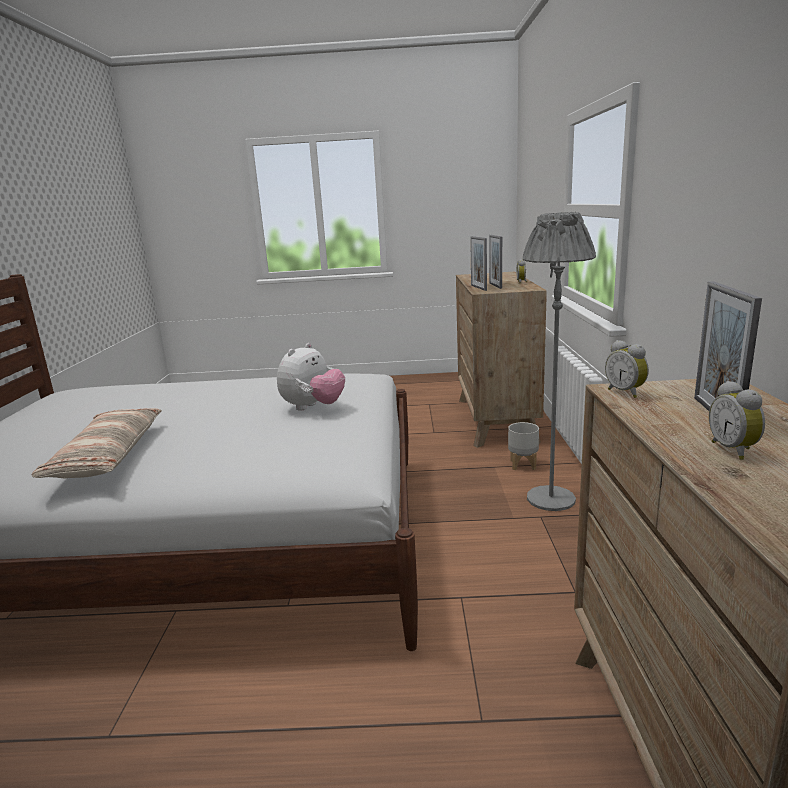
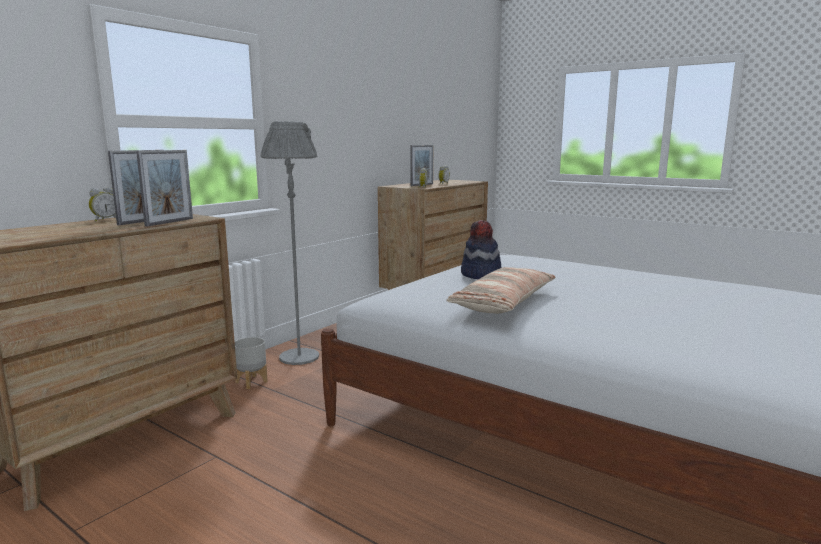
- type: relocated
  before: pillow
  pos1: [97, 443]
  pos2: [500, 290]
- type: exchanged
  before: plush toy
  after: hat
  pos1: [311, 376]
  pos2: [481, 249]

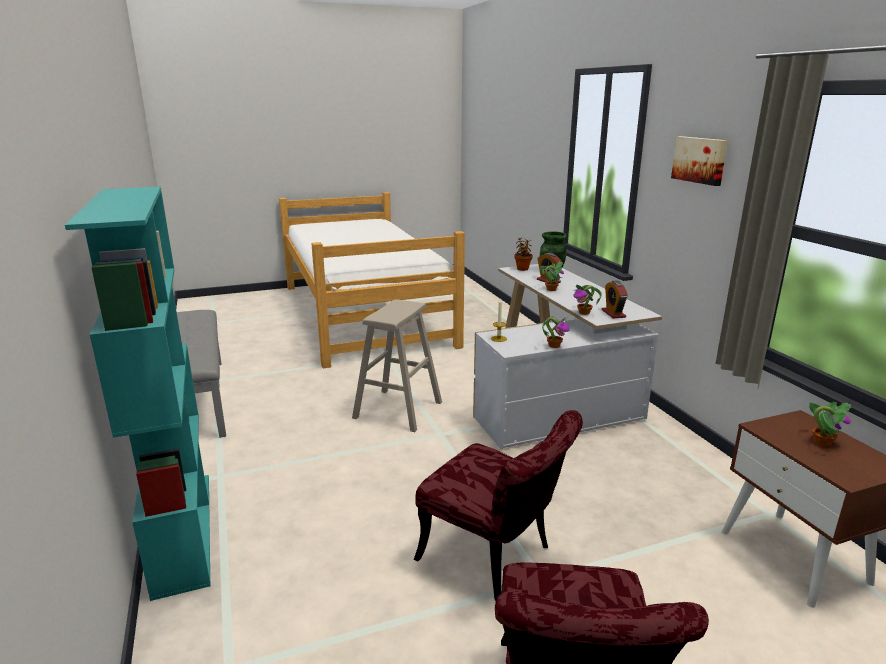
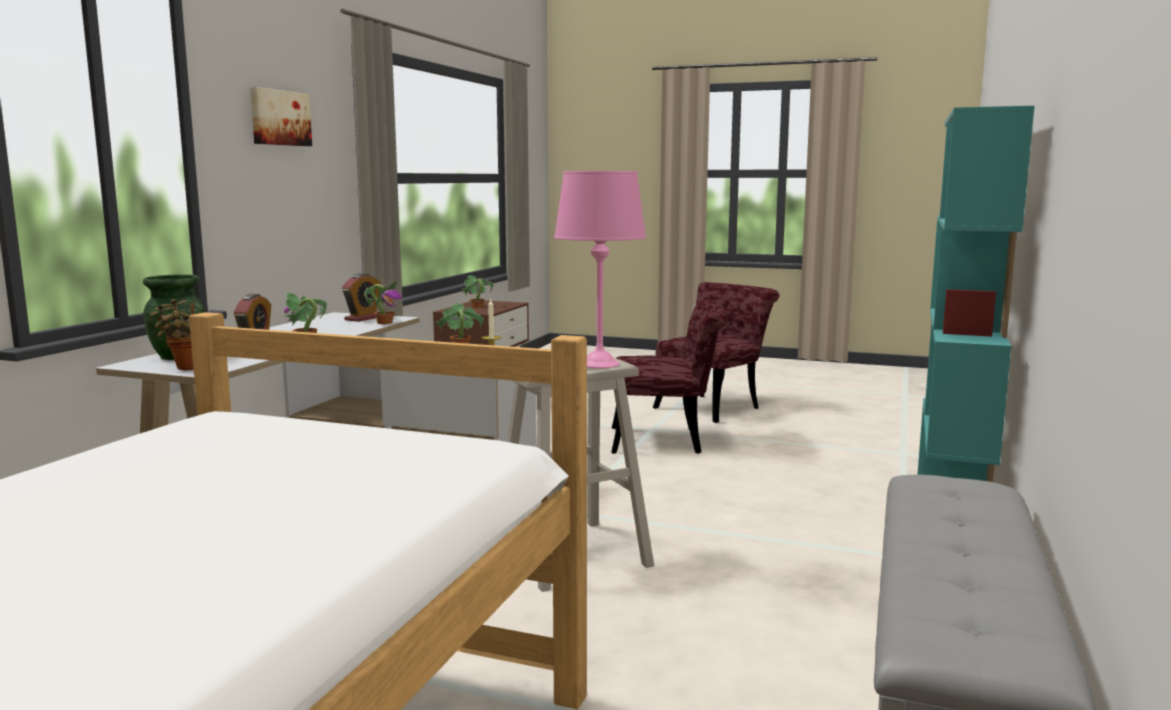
- type: appeared
  after: pink table lamp
  pos2: [600, 269]
- type: spun
  before: red chair
  pos1: [498, 505]
  pos2: [669, 376]
  turn: 105

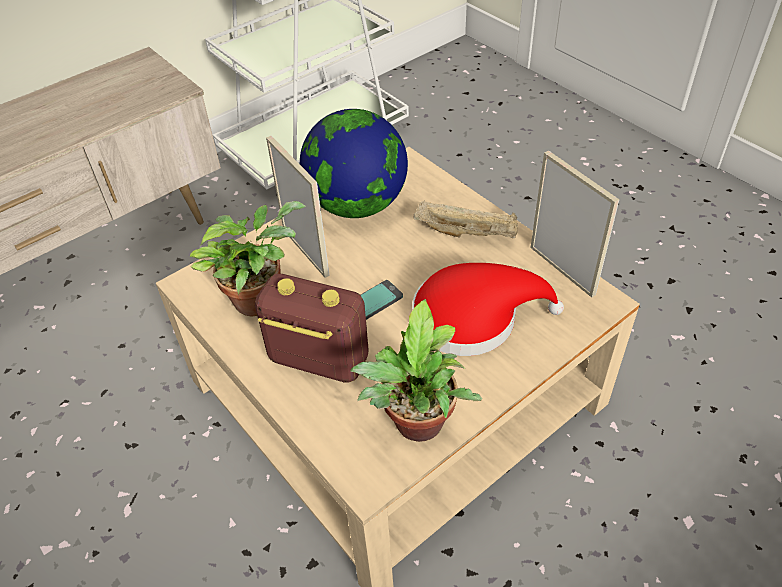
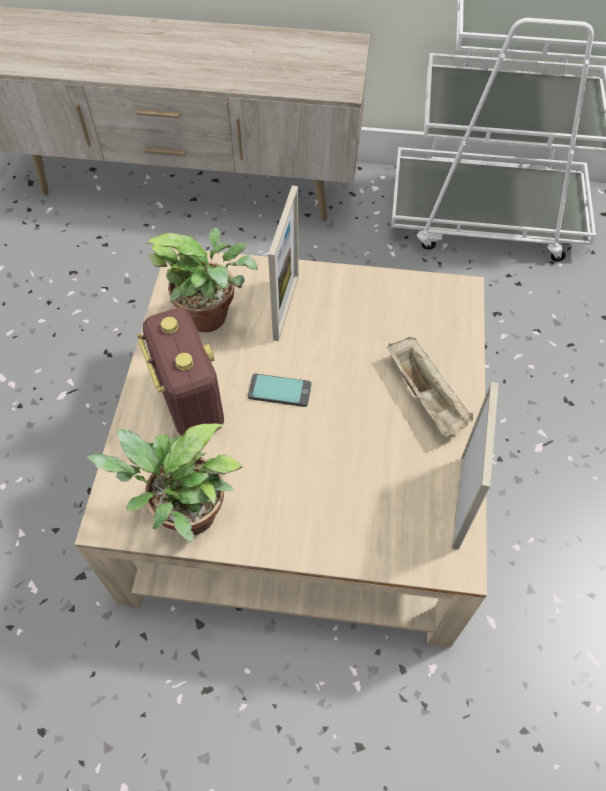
- type: missing
  before: globe
  pos1: [354, 163]
- type: missing
  before: red hat
  pos1: [488, 309]

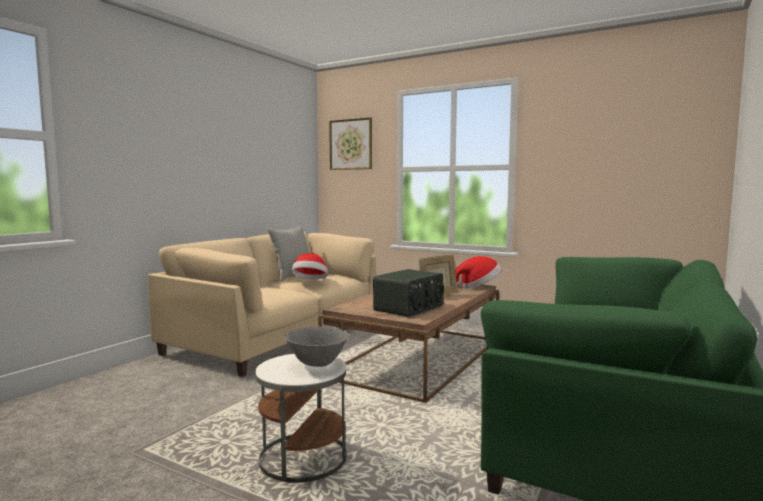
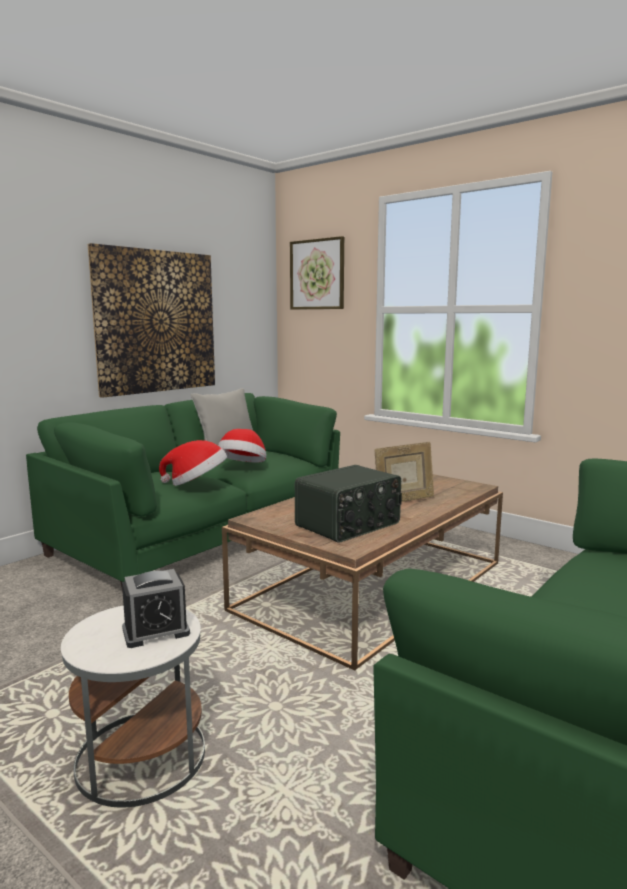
- type: colour
  before: beige sofa
  after: green sofa
  pos1: [262, 304]
  pos2: [183, 492]
- type: appeared
  after: picture
  pos2: [151, 320]
- type: exchanged
  before: grey bowl
  after: alarm clock
  pos1: [316, 346]
  pos2: [156, 608]
- type: relocated
  before: hat
  pos1: [478, 272]
  pos2: [193, 463]

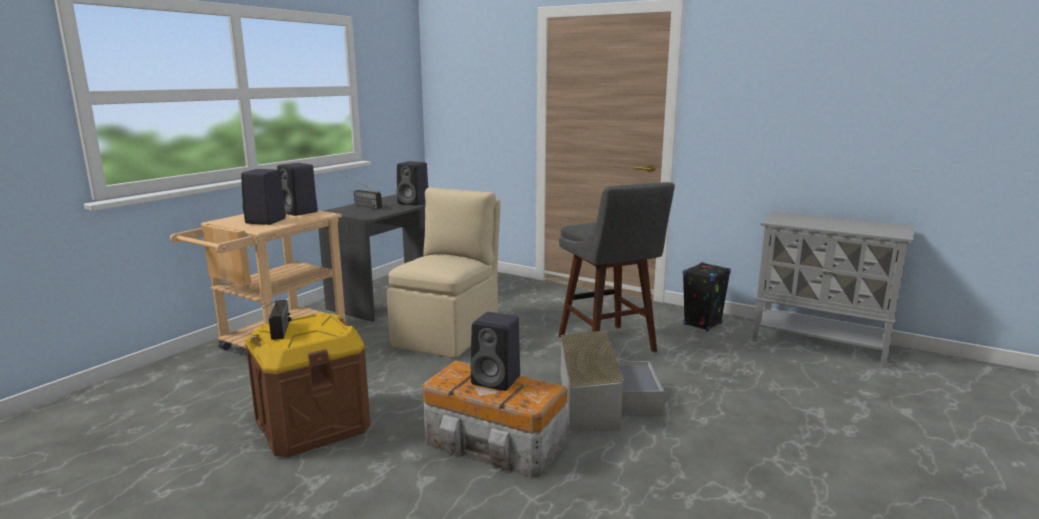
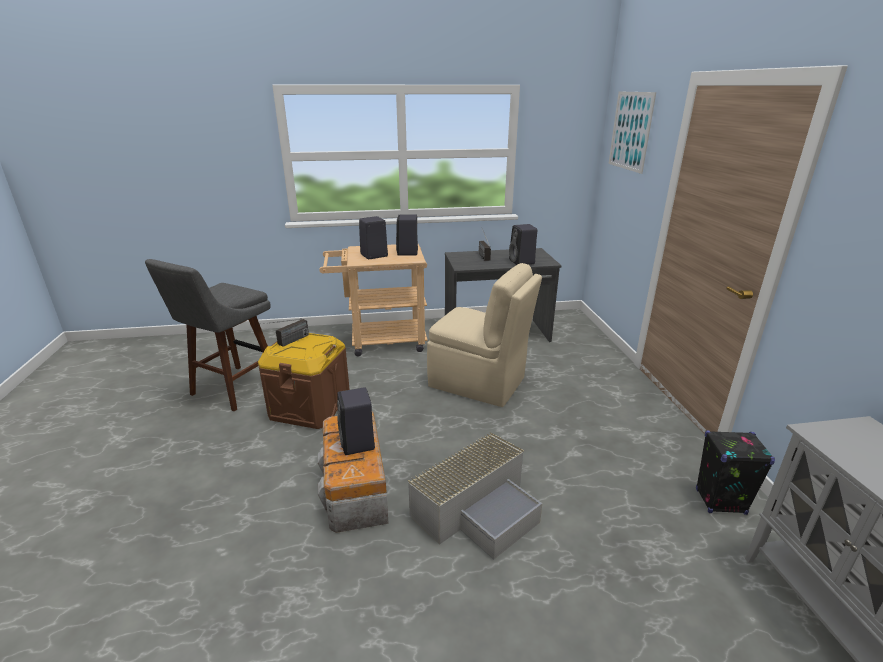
- type: relocated
  before: grey stool
  pos1: [616, 267]
  pos2: [208, 335]
- type: spun
  before: beige chair
  pos1: [444, 273]
  pos2: [484, 335]
  turn: 45
- type: appeared
  after: picture
  pos2: [632, 132]

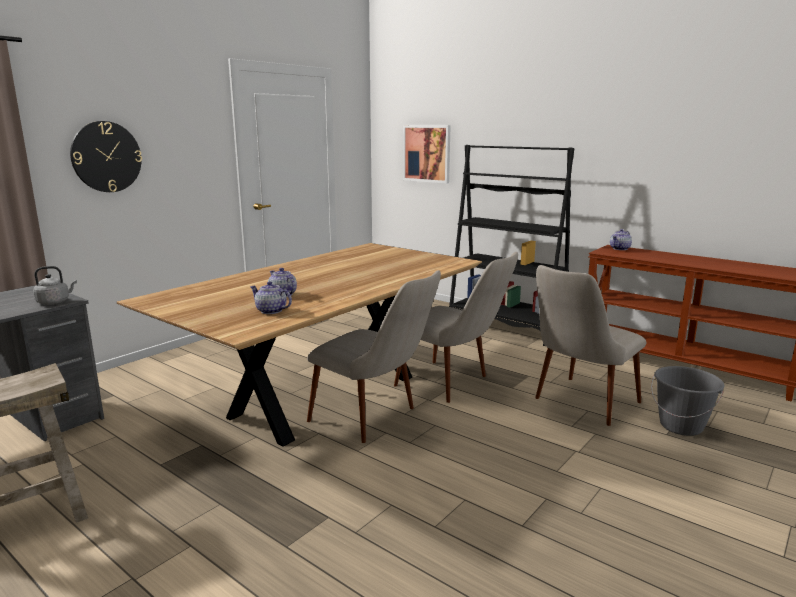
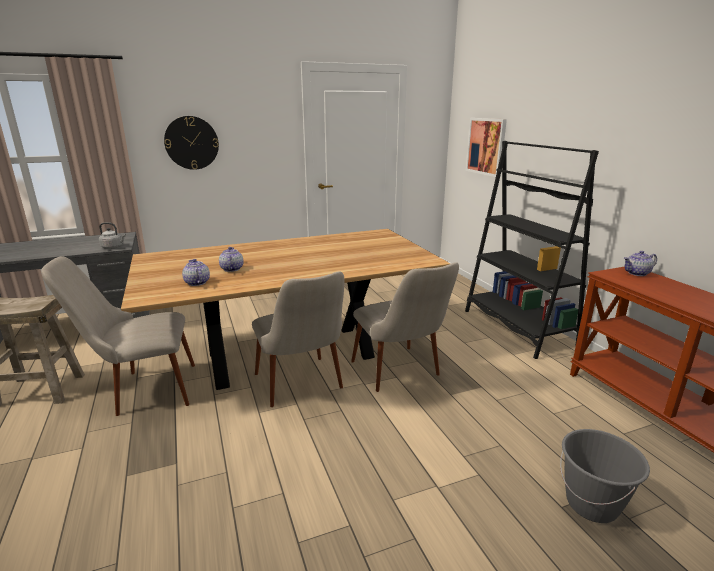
- type: relocated
  before: beige chair
  pos1: [590, 345]
  pos2: [118, 336]

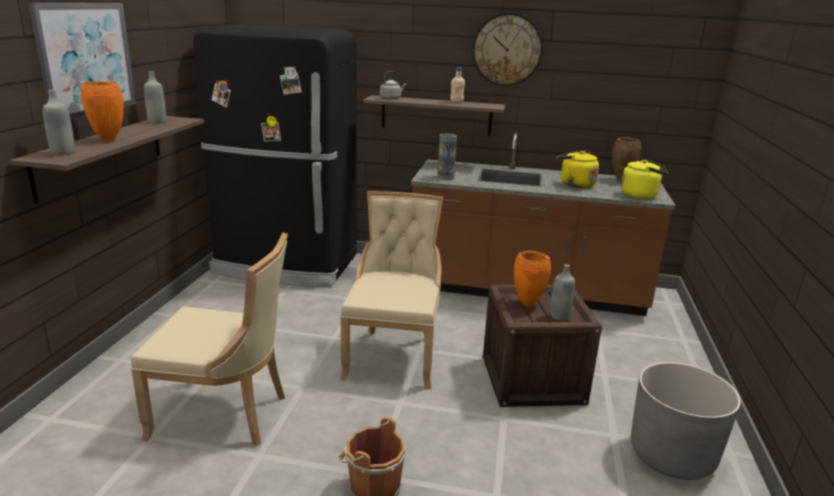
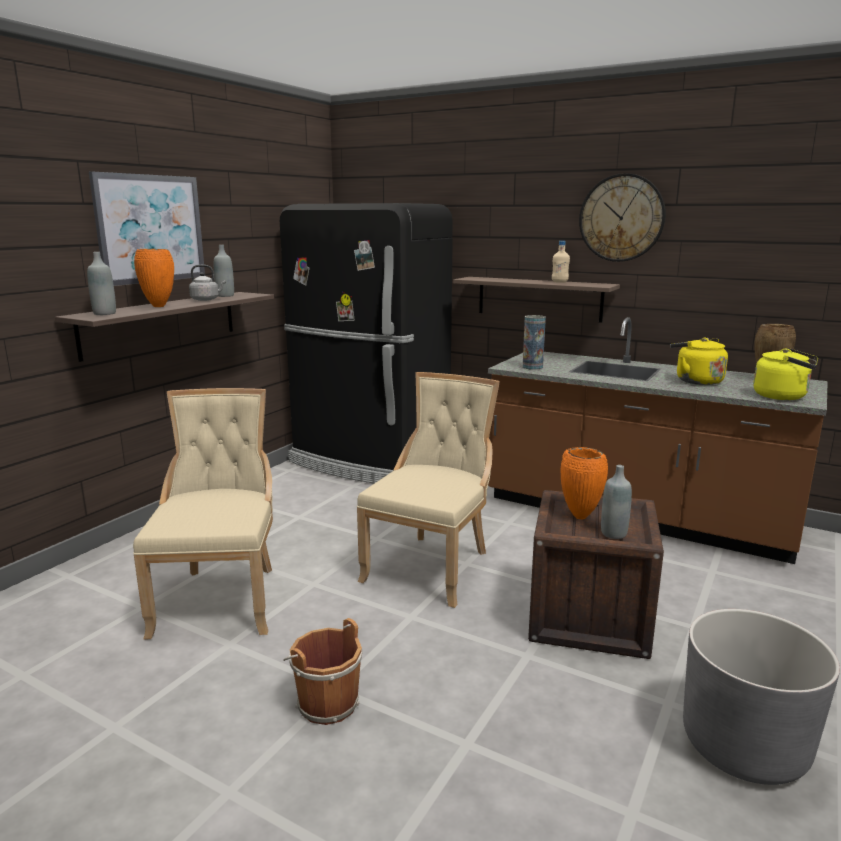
- type: spun
  before: beige chair
  pos1: [209, 339]
  pos2: [203, 514]
  turn: -120
- type: relocated
  before: grey kettle
  pos1: [393, 85]
  pos2: [207, 283]

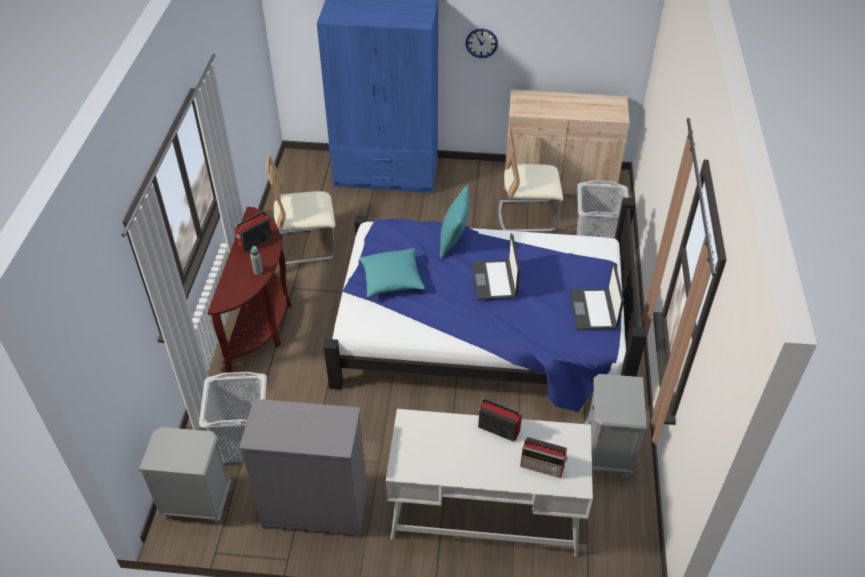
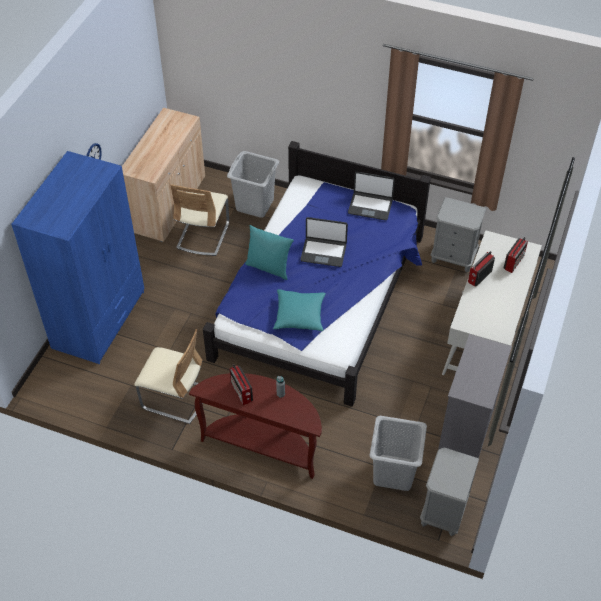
- type: spun
  before: beige chair
  pos1: [300, 209]
  pos2: [169, 376]
  turn: -75

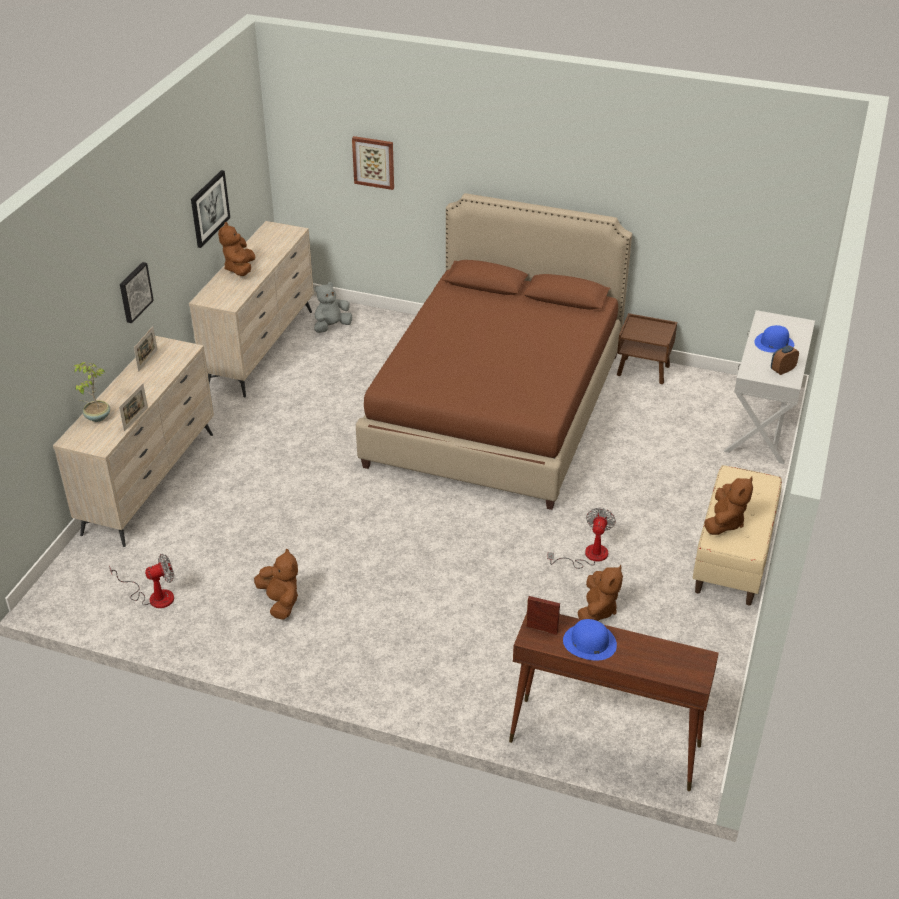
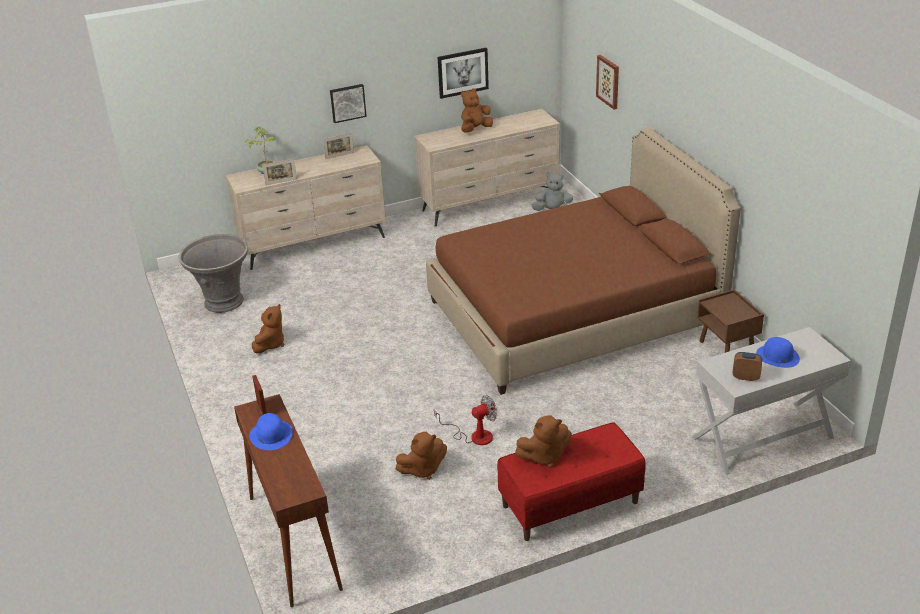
- type: exchanged
  before: fan
  after: grey planter
  pos1: [141, 581]
  pos2: [213, 273]
- type: colour
  before: beige bench
  after: red bench
  pos1: [737, 535]
  pos2: [571, 481]

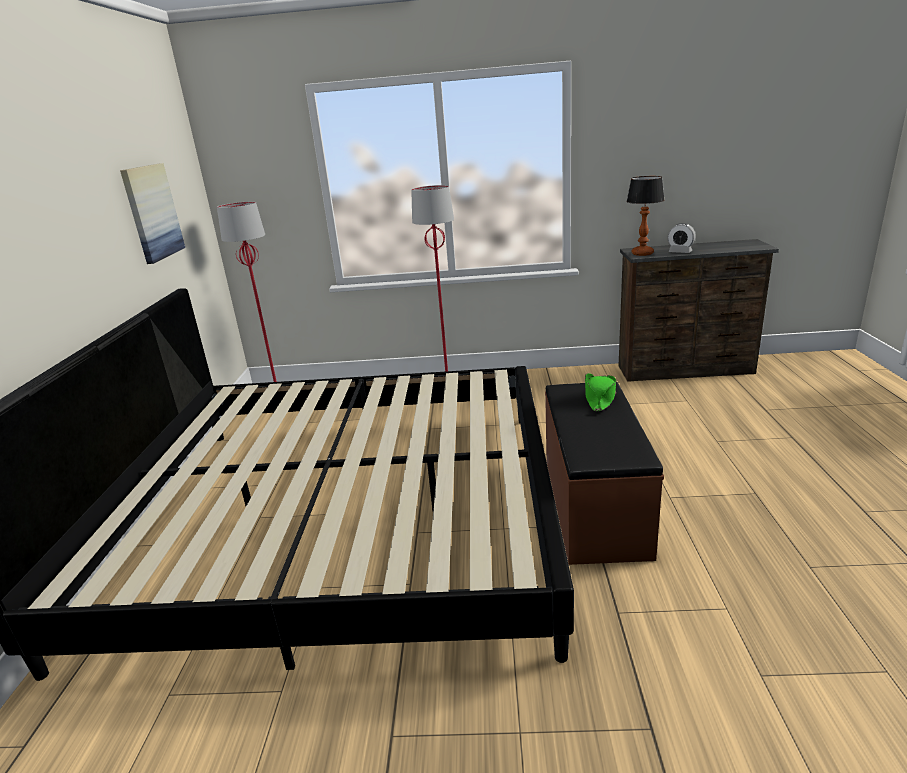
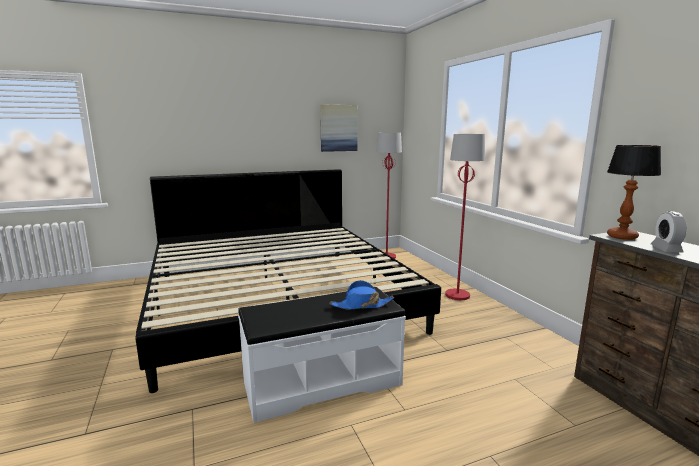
- type: colour
  before: brown bench
  after: white bench
  pos1: [604, 473]
  pos2: [322, 355]
- type: colour
  before: green hat
  after: blue hat
  pos1: [600, 392]
  pos2: [362, 295]

